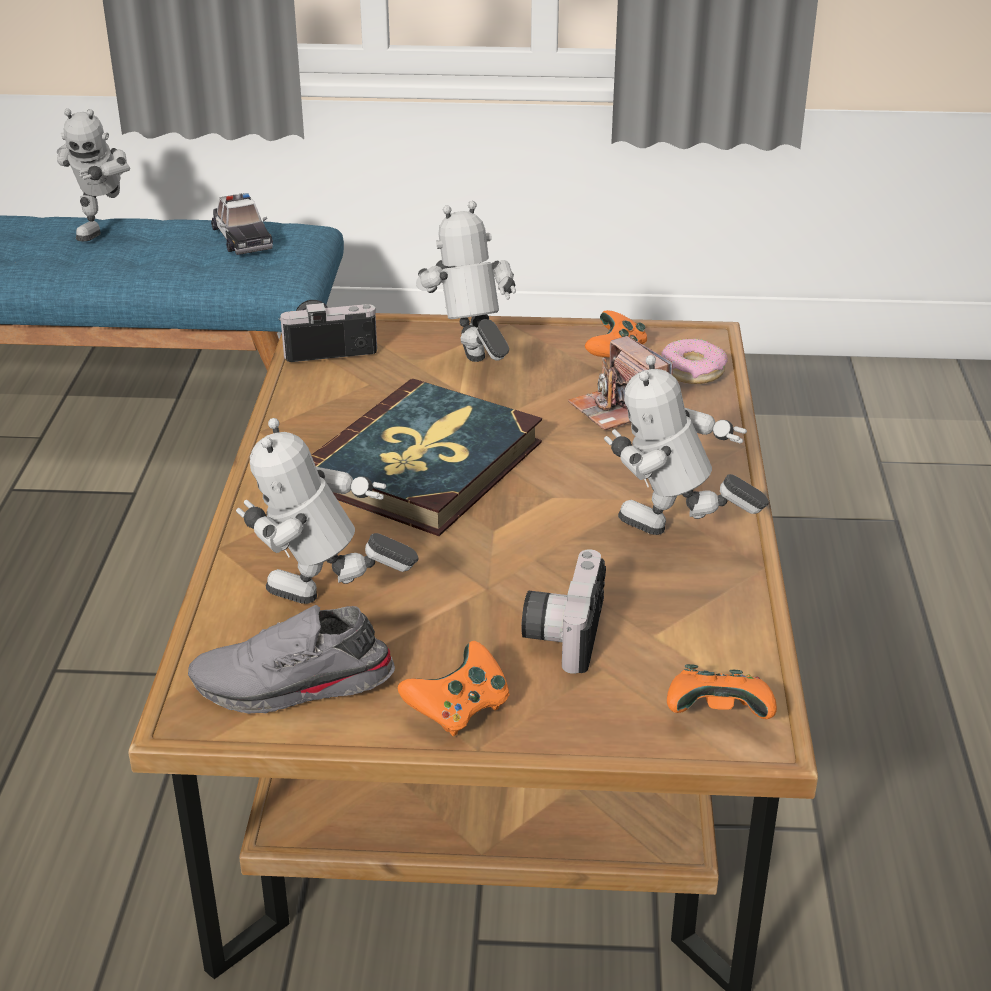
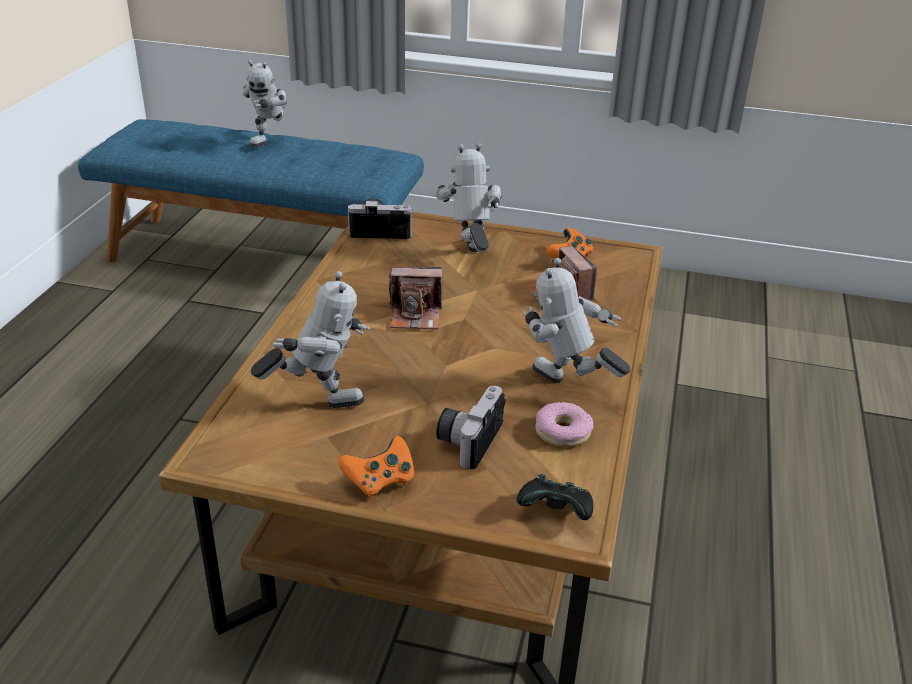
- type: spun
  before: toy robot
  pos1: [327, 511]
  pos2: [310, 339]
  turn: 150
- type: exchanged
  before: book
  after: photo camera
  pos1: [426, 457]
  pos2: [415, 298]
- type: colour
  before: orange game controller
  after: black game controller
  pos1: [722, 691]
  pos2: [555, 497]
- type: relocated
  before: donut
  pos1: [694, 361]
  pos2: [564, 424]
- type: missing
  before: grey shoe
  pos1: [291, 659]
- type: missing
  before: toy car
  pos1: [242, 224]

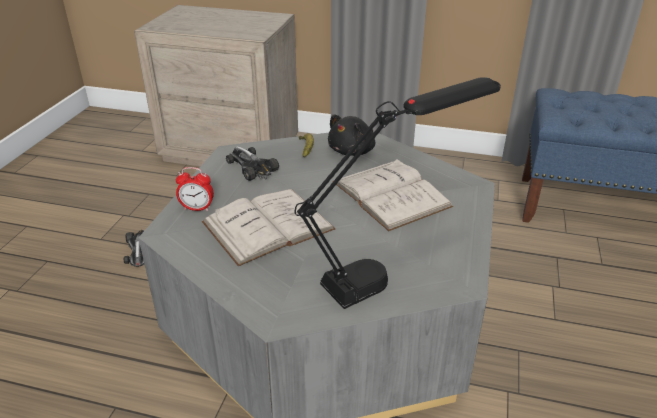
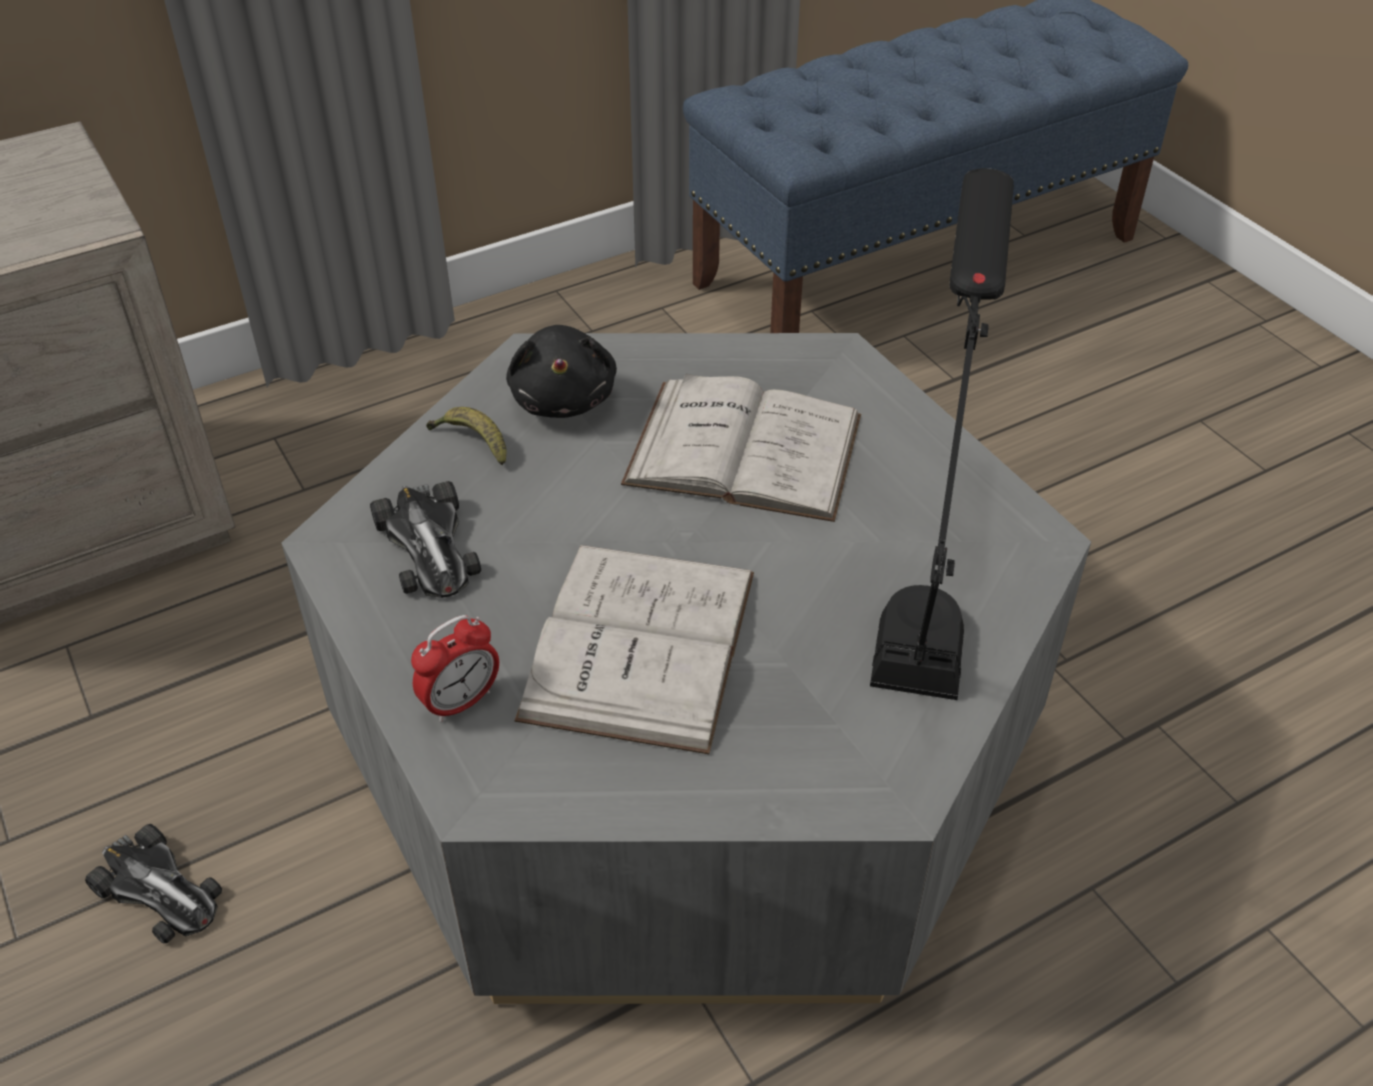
- type: spun
  before: toy car
  pos1: [252, 163]
  pos2: [425, 539]
  turn: -120

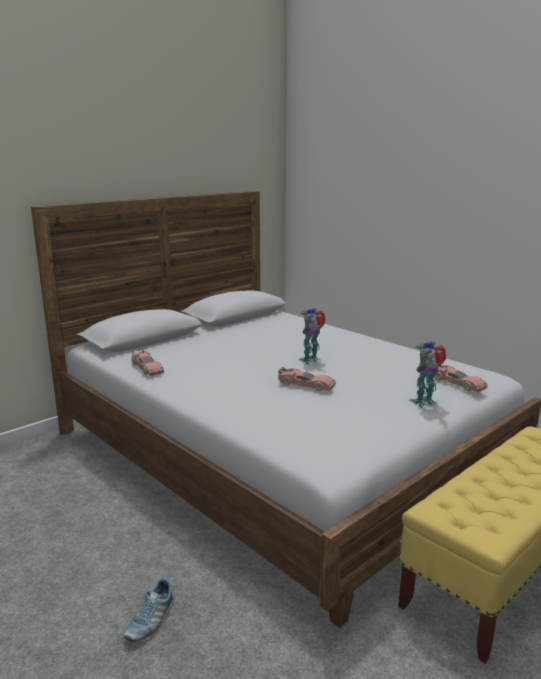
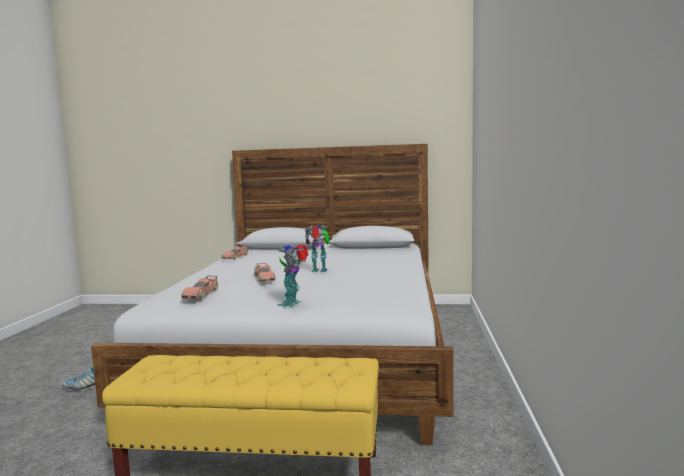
- type: relocated
  before: toy car
  pos1: [461, 378]
  pos2: [199, 287]
- type: spun
  before: toy robot
  pos1: [428, 374]
  pos2: [292, 275]
  turn: -90

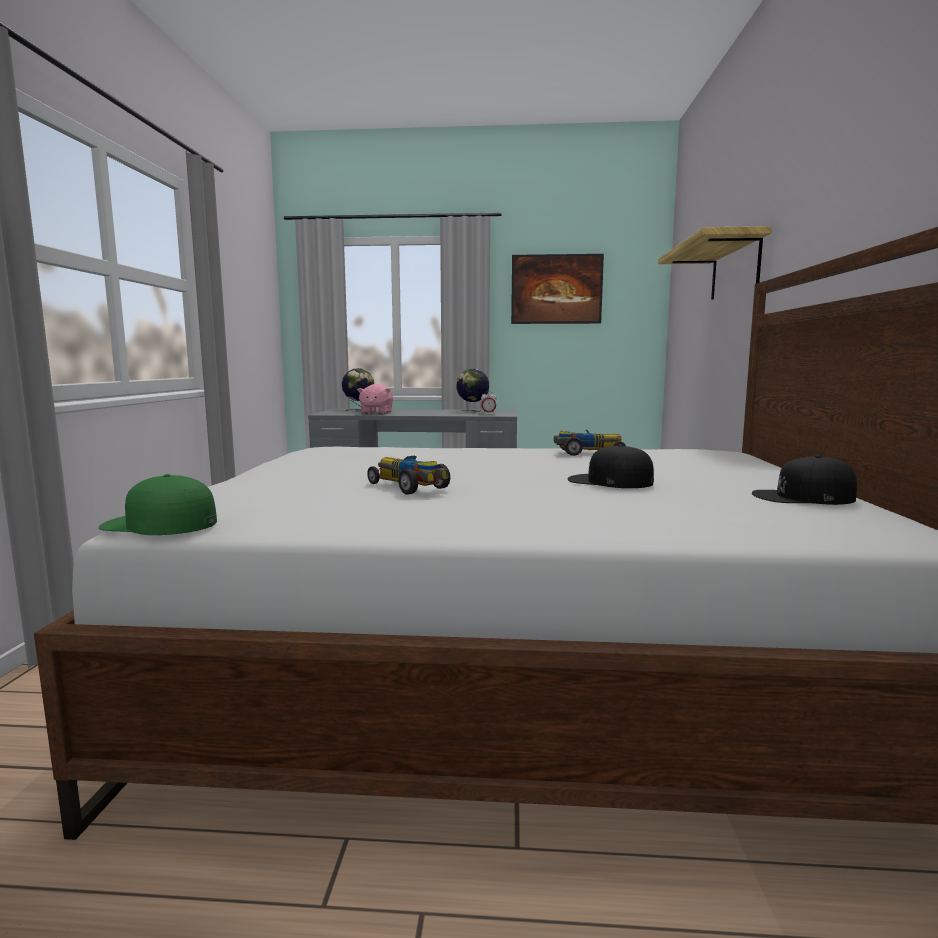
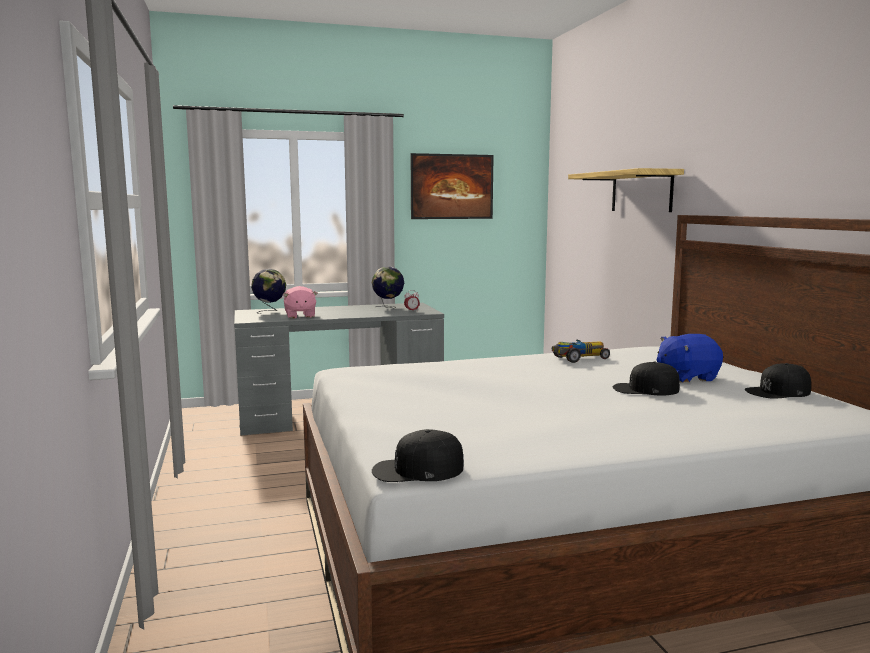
- type: colour
  before: green cap
  after: black cap
  pos1: [157, 504]
  pos2: [418, 455]
- type: appeared
  after: blue plush toy
  pos2: [689, 358]
- type: missing
  before: toy car
  pos1: [408, 475]

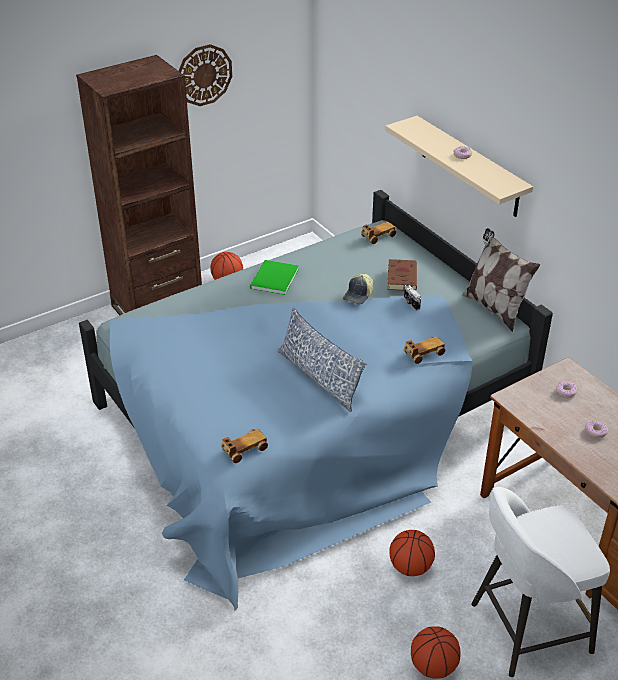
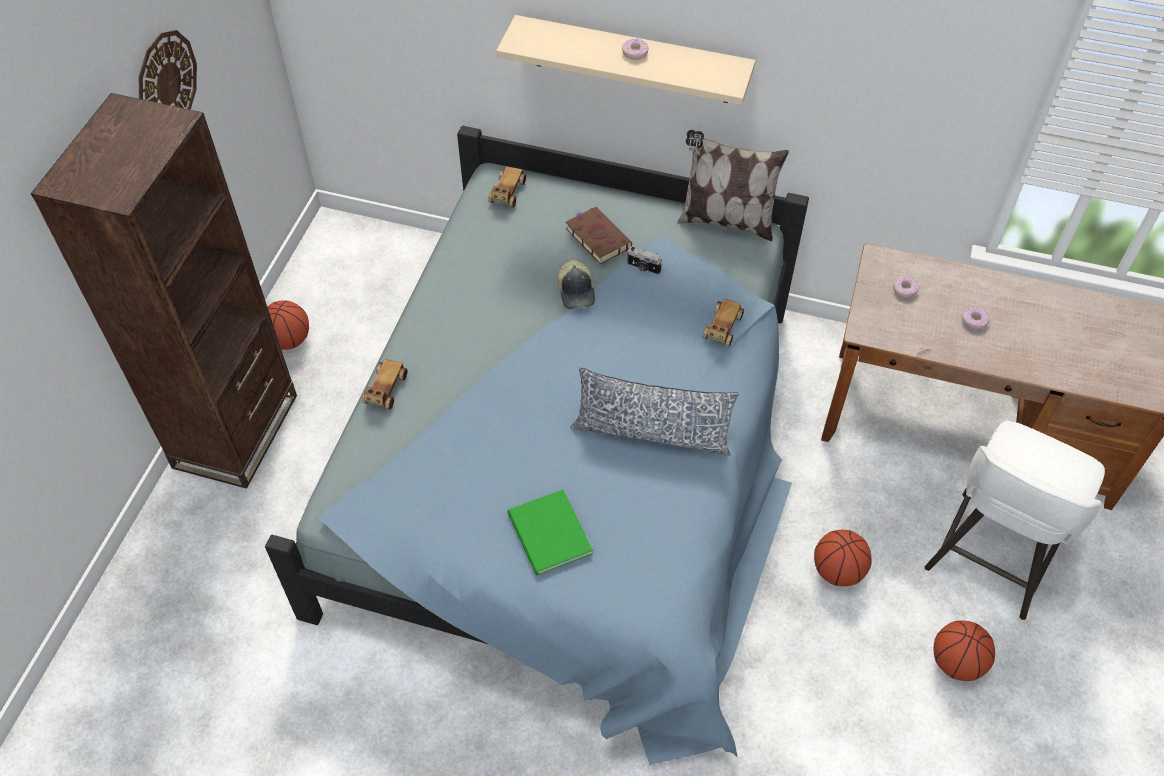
- type: relocated
  before: toy car
  pos1: [244, 446]
  pos2: [384, 384]
- type: relocated
  before: green book
  pos1: [274, 277]
  pos2: [550, 532]

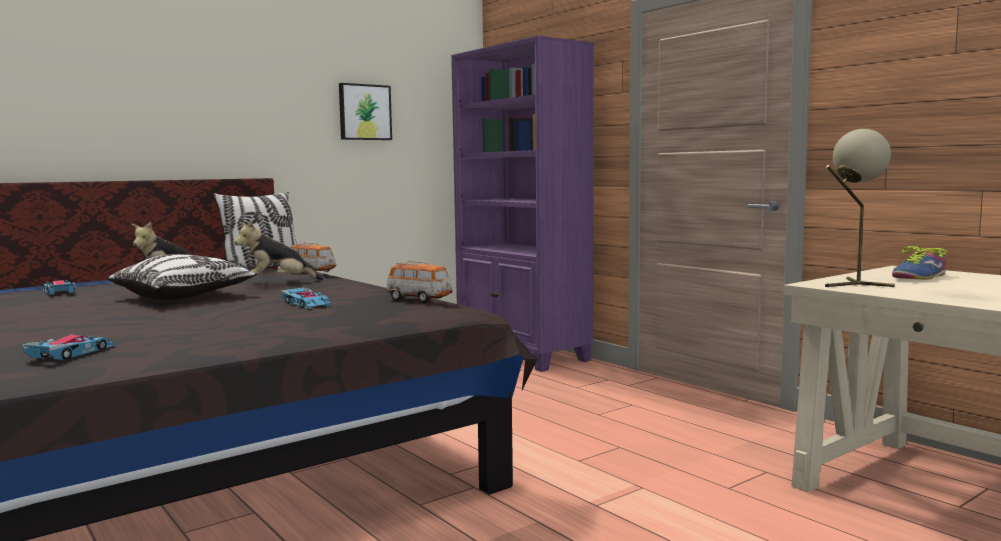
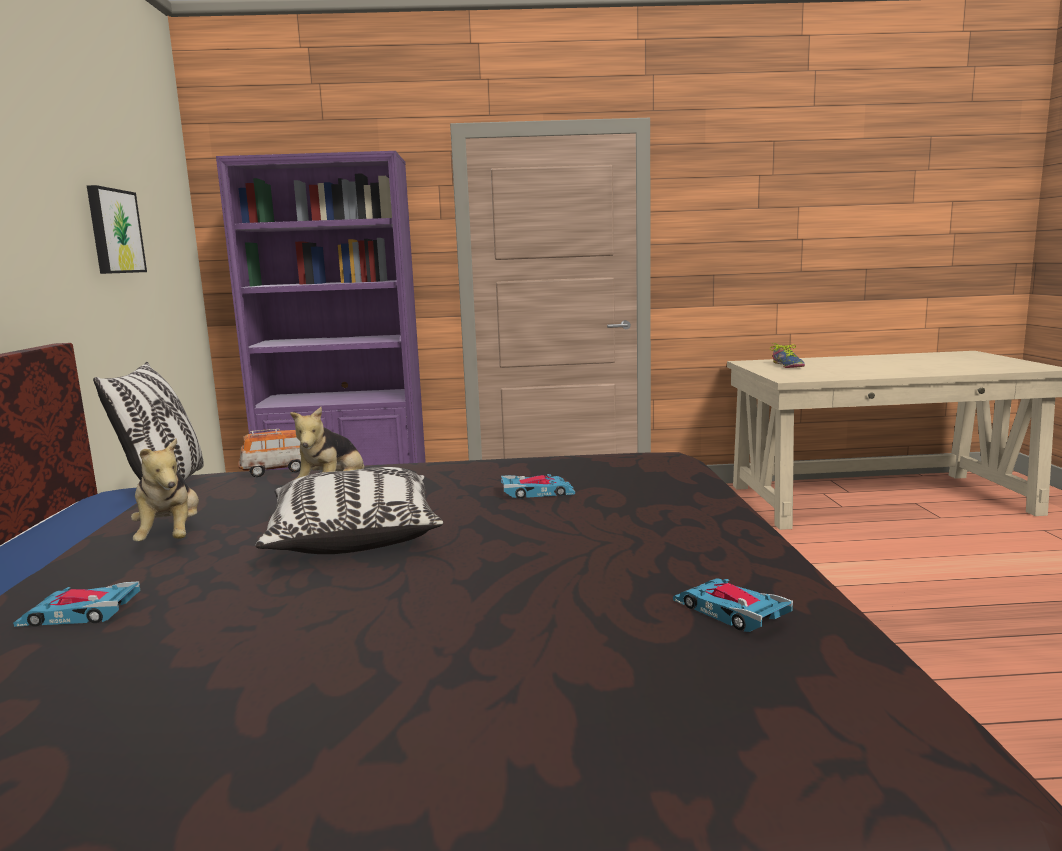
- type: missing
  before: toy car
  pos1: [419, 282]
- type: missing
  before: beige table lamp
  pos1: [860, 208]

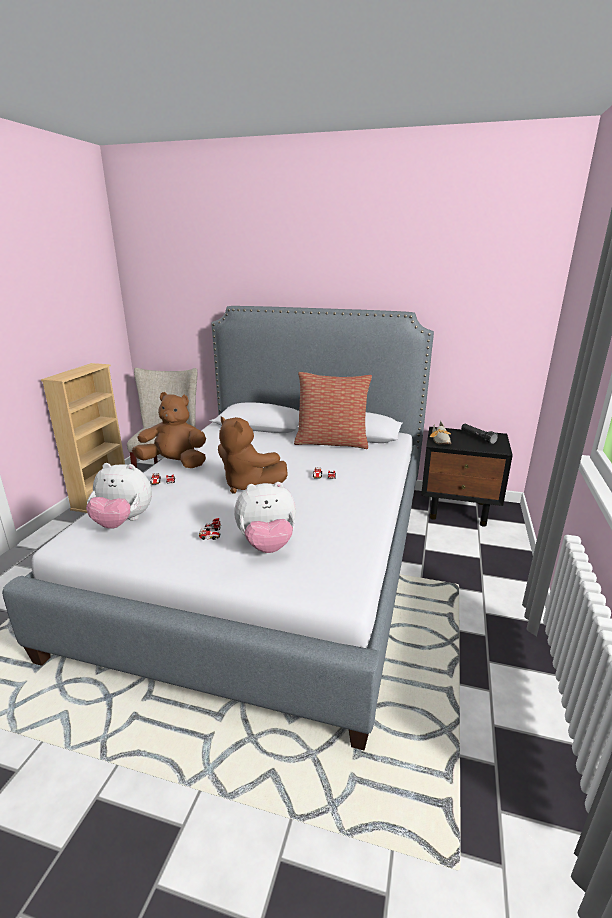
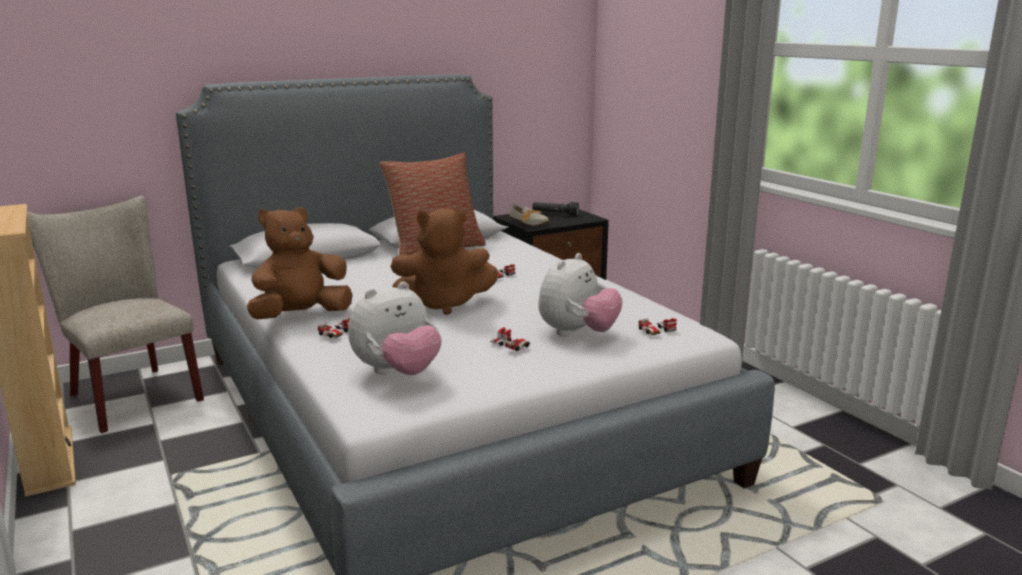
- type: appeared
  after: toy car
  pos2: [658, 326]

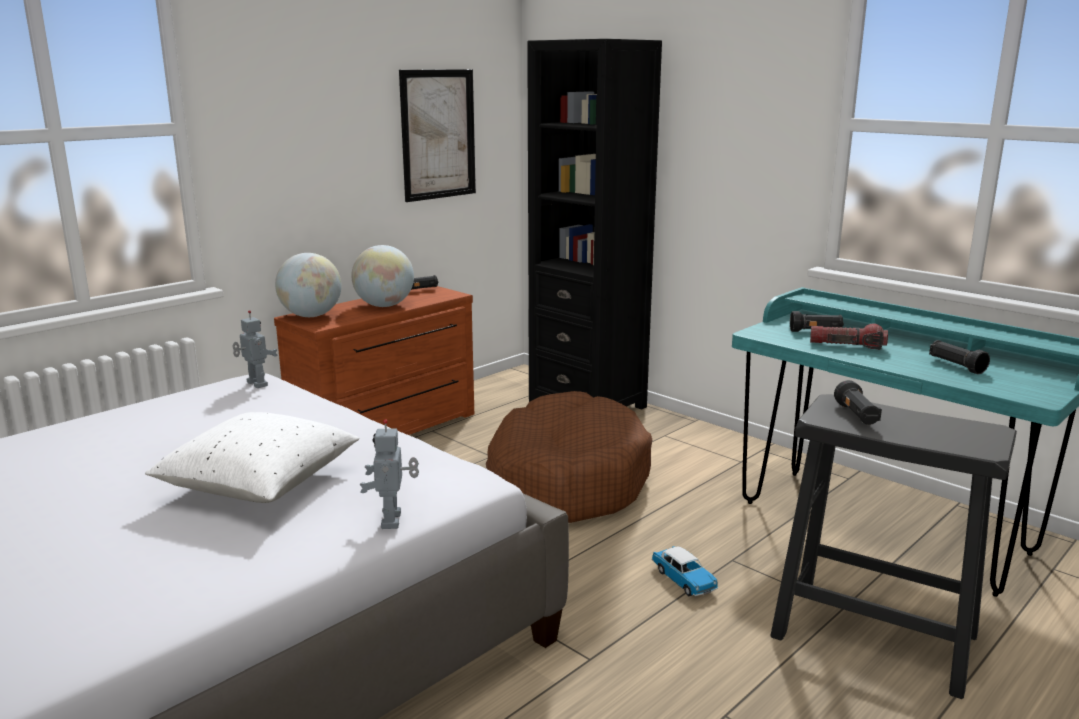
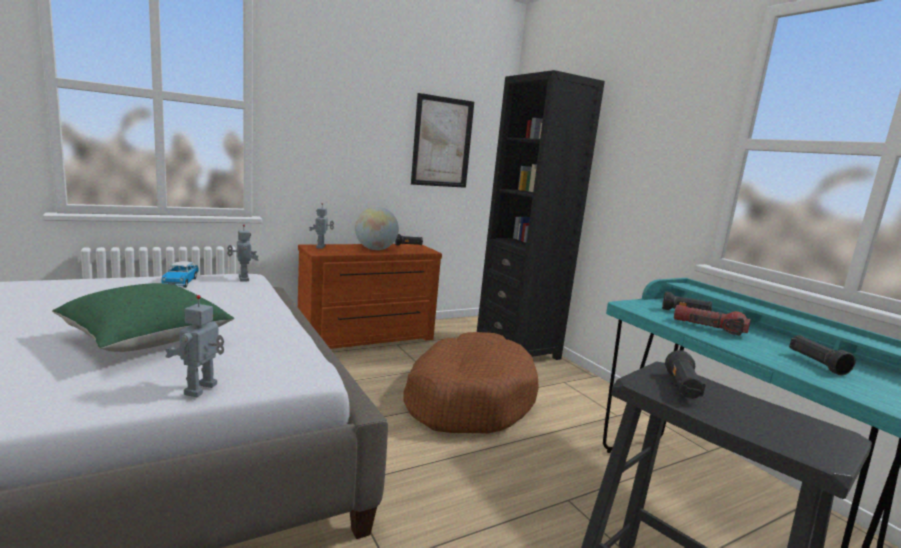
- type: colour
  before: white pillow
  after: green pillow
  pos1: [252, 457]
  pos2: [143, 317]
- type: relocated
  before: toy car
  pos1: [685, 571]
  pos2: [180, 274]
- type: exchanged
  before: globe
  after: toy robot
  pos1: [308, 285]
  pos2: [321, 226]

